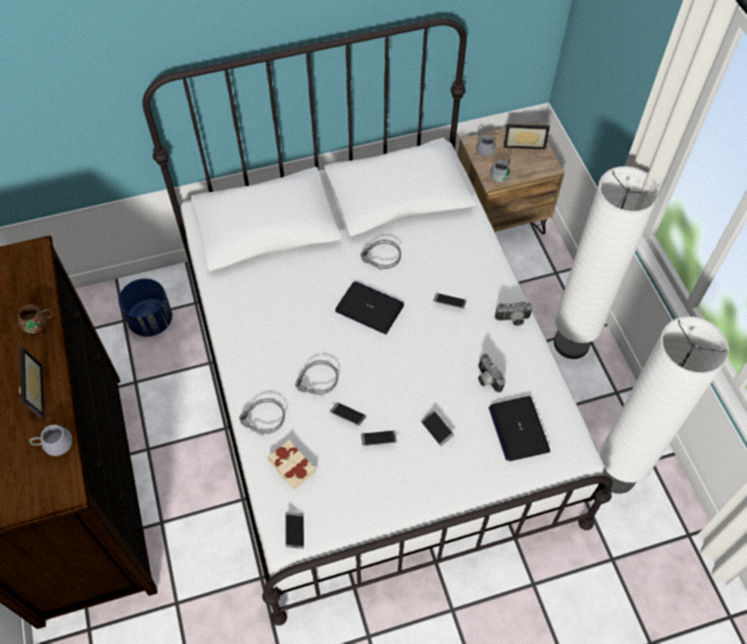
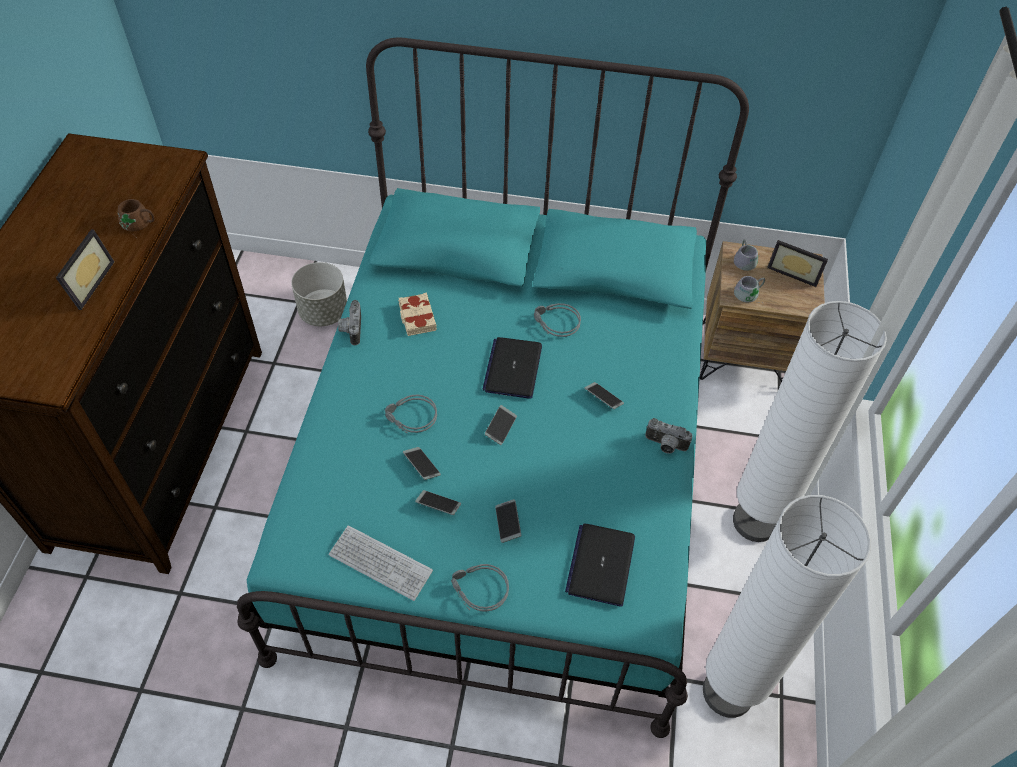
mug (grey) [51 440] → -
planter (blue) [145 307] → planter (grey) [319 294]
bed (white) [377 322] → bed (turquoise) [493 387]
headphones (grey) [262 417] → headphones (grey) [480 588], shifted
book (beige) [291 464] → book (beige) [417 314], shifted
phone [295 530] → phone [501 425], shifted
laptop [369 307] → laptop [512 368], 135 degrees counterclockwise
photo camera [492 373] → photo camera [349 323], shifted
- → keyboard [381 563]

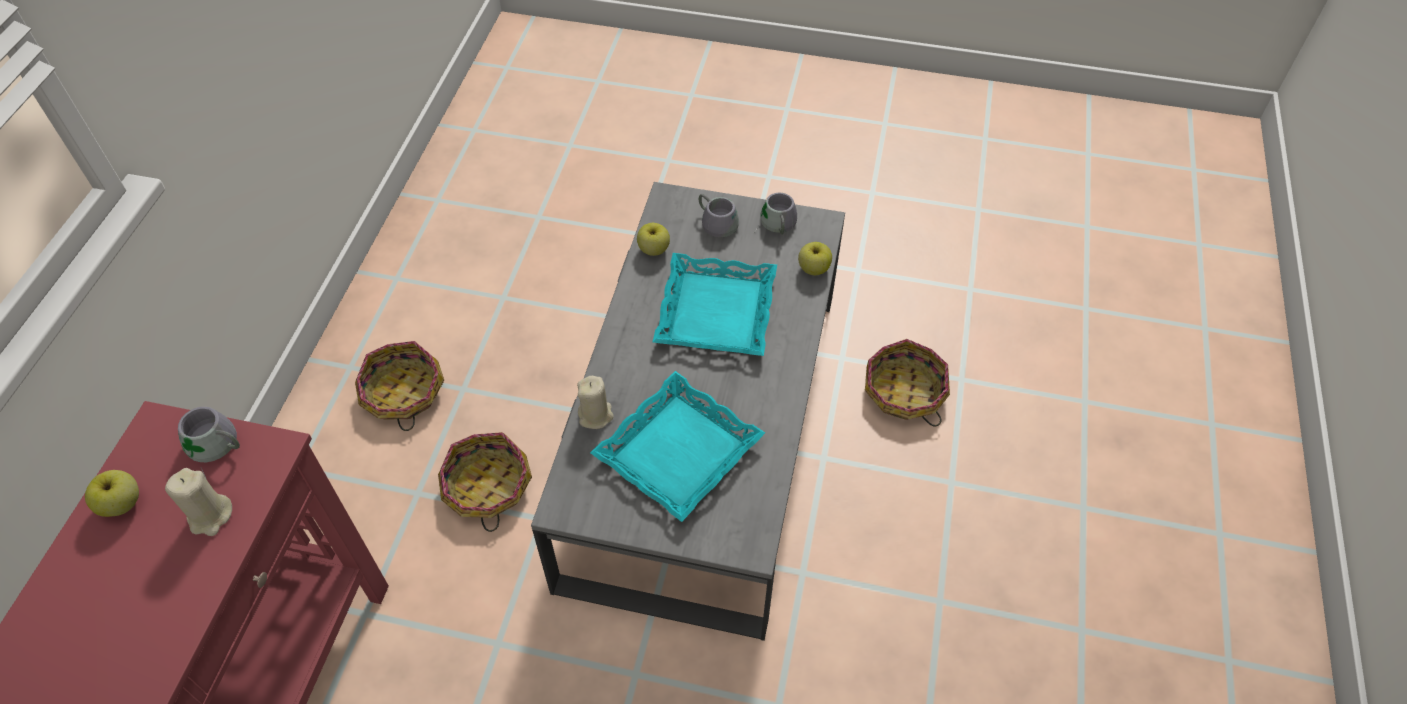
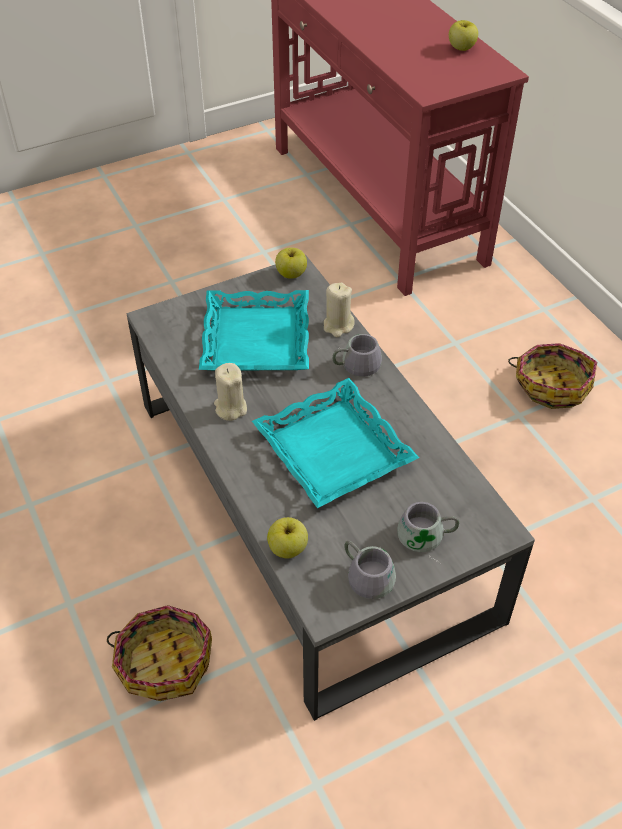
candle (beige) [198 502] → candle (beige) [230 392], shifted
mug (grey) [209 442] → mug (grey) [357 355], shifted
basket [485 482] → -
apple [653 239] → apple [291 262], shifted

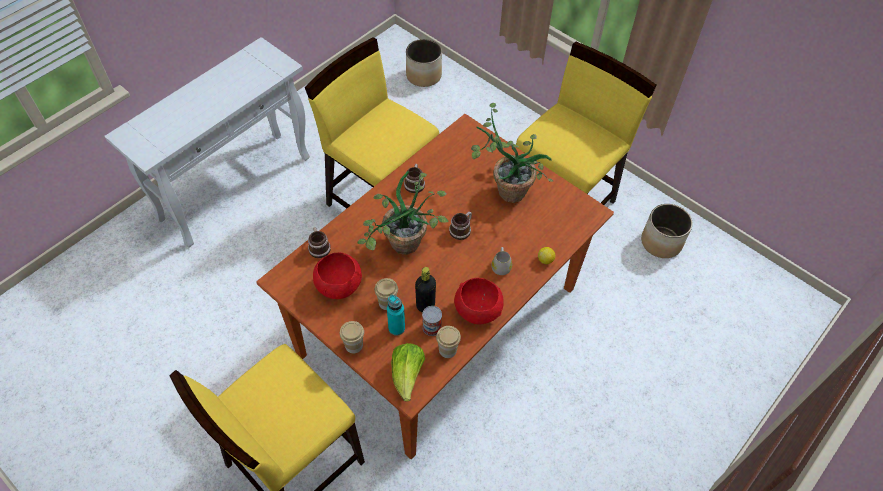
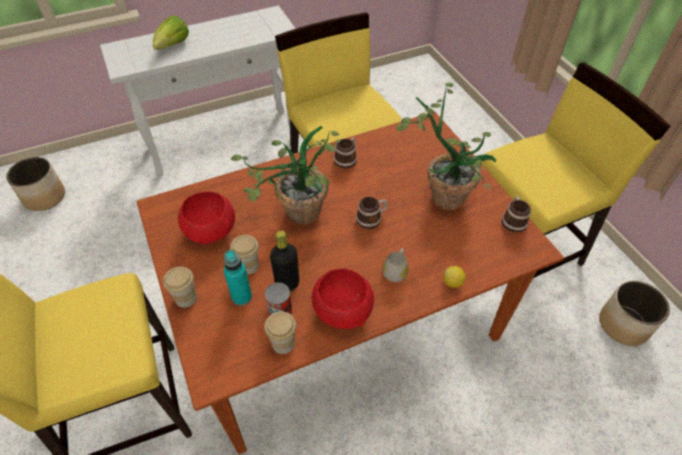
mug [319 242] → mug [516 214], shifted
lettuce [408 372] → lettuce [171 32], shifted
planter [424 63] → planter [35 184], shifted

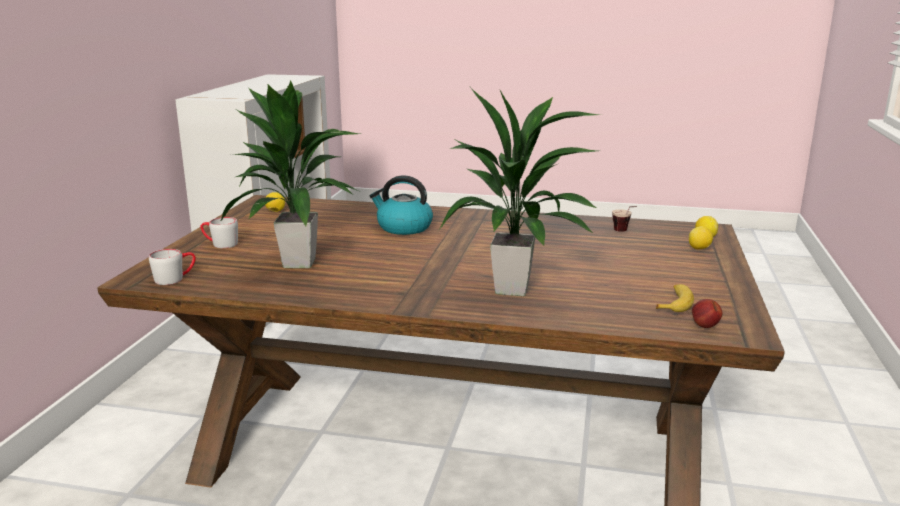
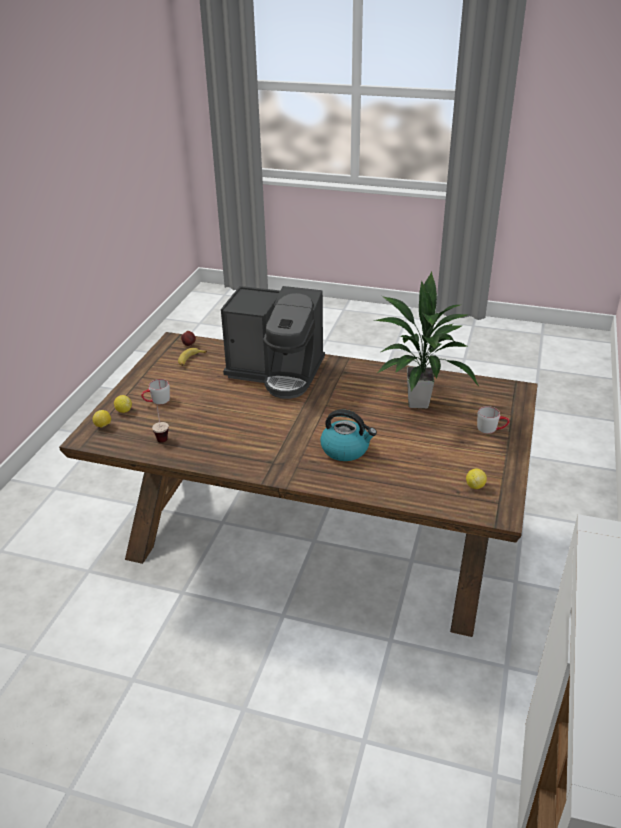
mug (grey) [172 267] → mug (grey) [155 392], shifted
potted plant [519 191] → coffee machine [273 342]

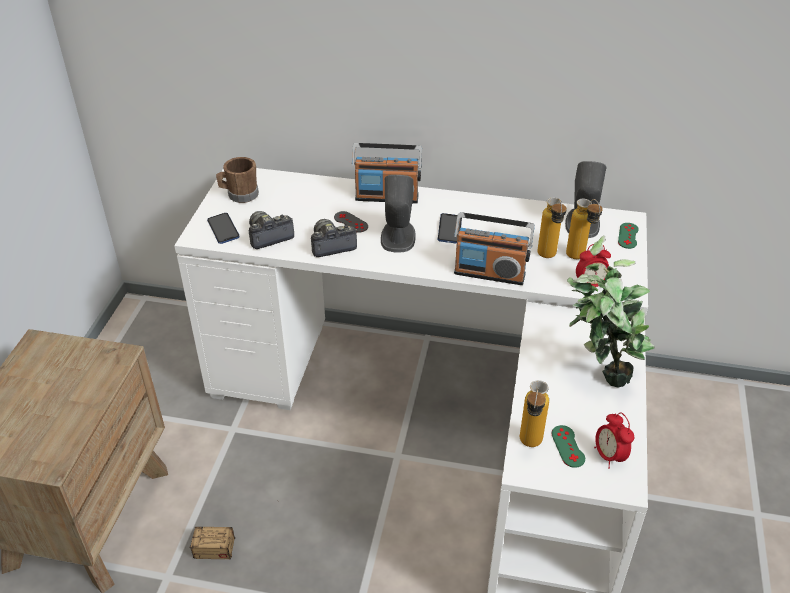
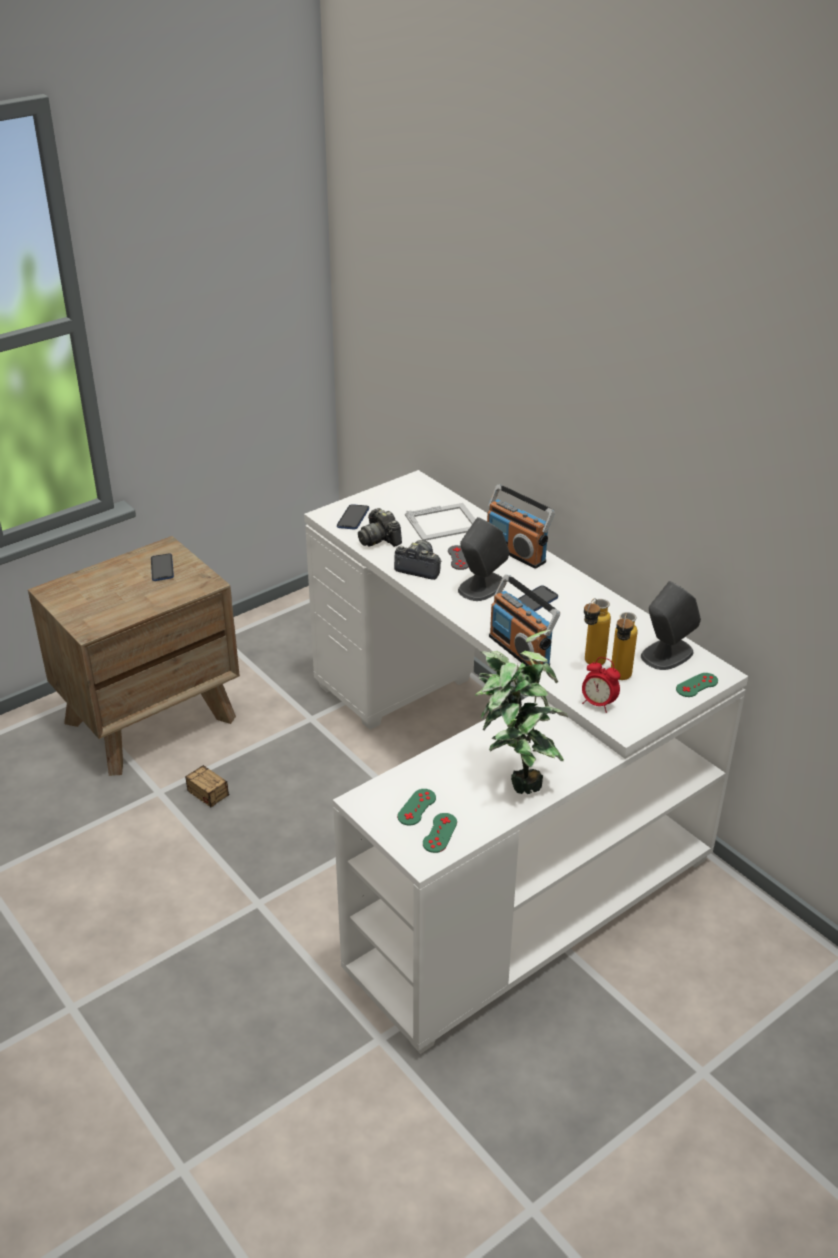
mug (brown) [237 180] → -
photo camera [271 230] → photo camera [380 527], 135 degrees counterclockwise
bottle [534 413] → -
alarm clock [614 440] → game controller (green) [440 833]
- → phone [162 567]
- → picture frame [440 522]

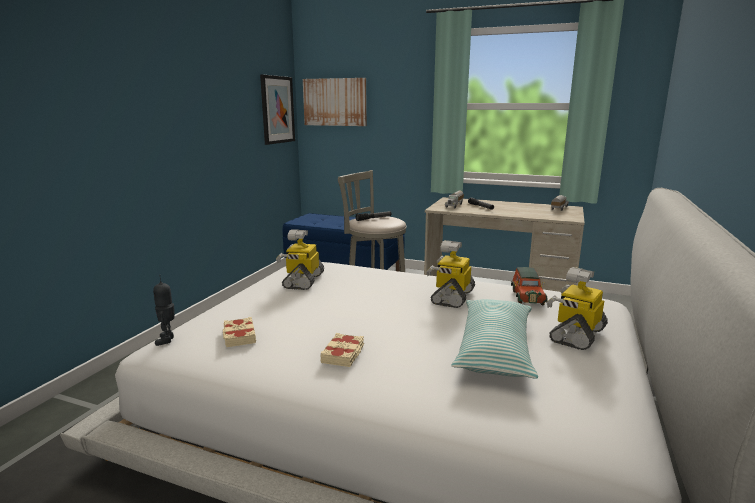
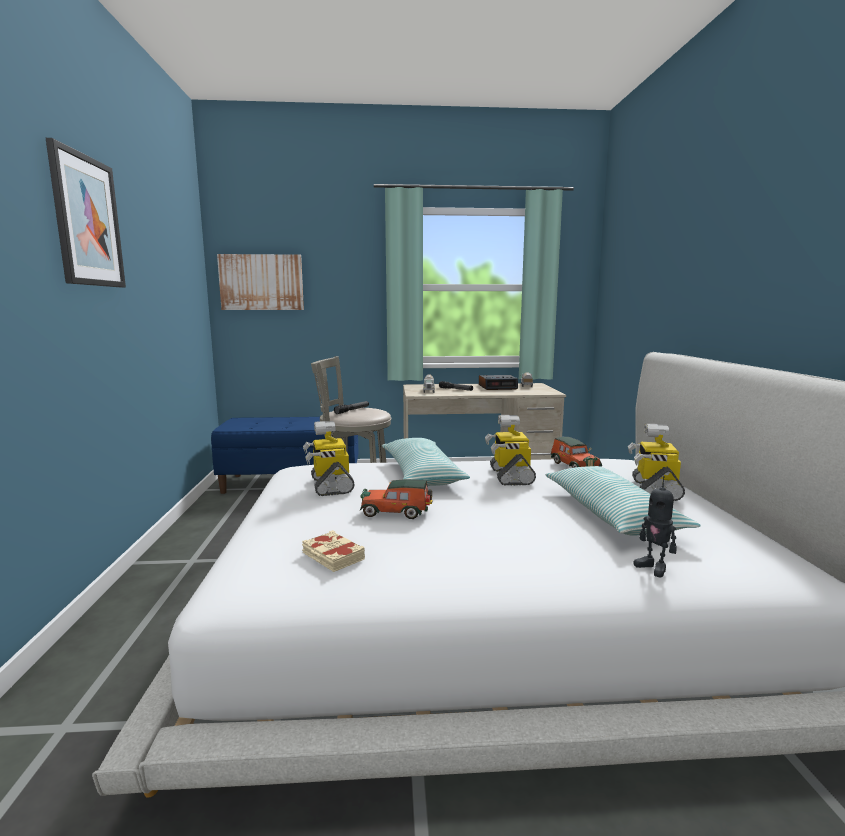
toy robot [164 310] → toy robot [654 527], shifted
picture [277 109] → picture [86 212], shifted
book (beige) [342 350] → -
- → toy car [396 499]
- → pillow [426 462]
- → alarm clock [498 382]

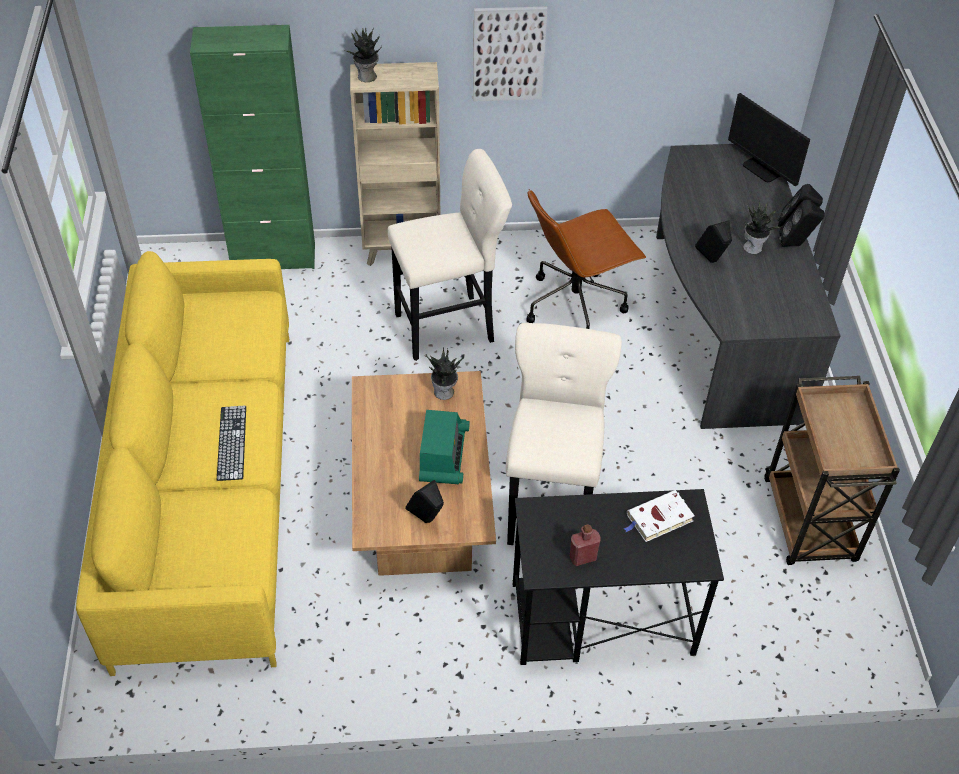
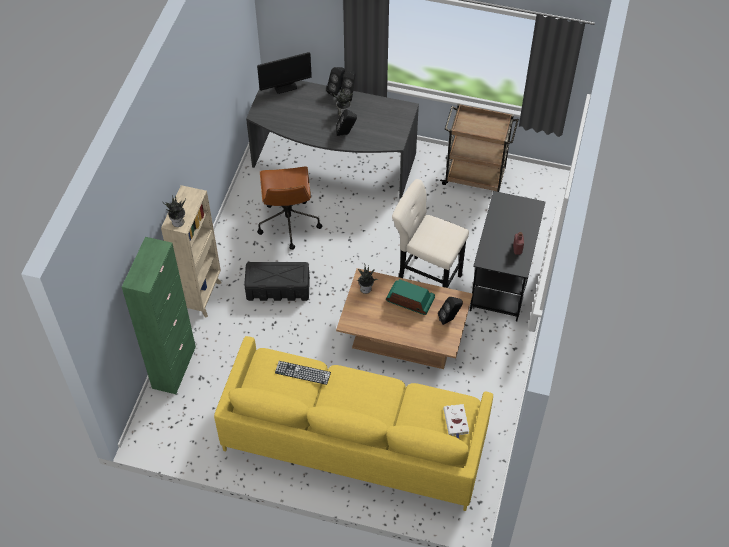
keyboard [231 443] → keyboard [303 373], shifted
stool (beige) [450 255] → storage box (black) [277 281]
picture [510 54] → -
book (white) [659 516] → book (white) [456 421], shifted

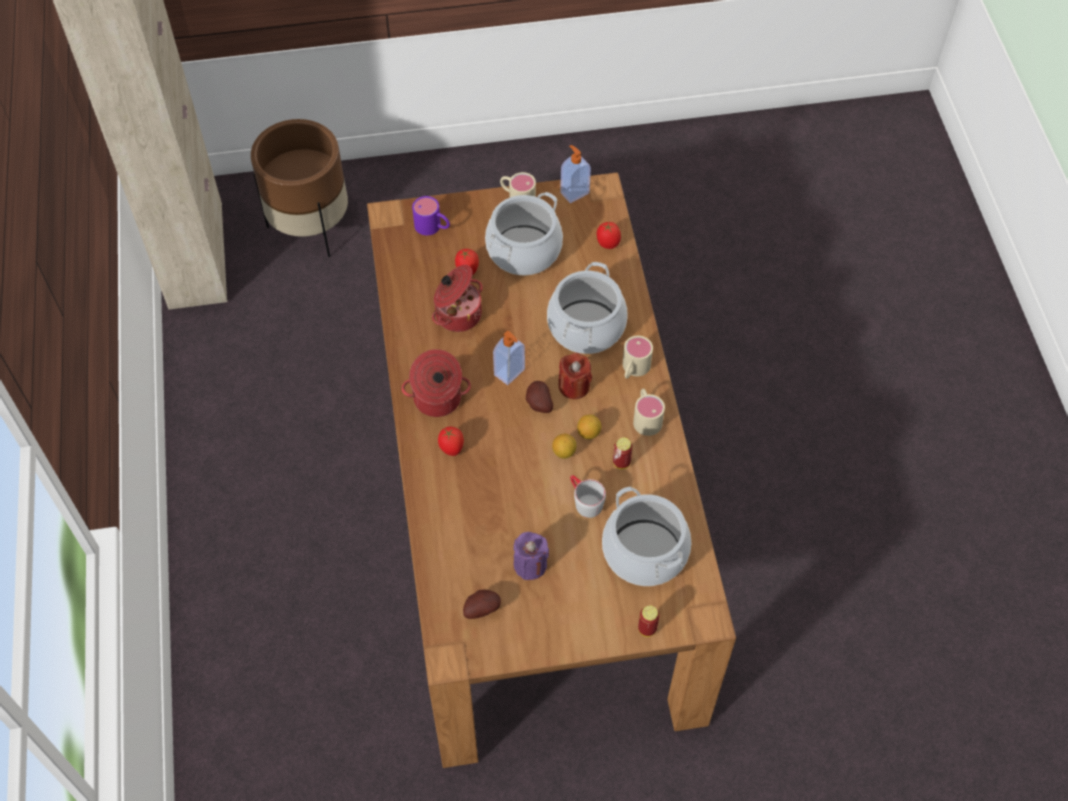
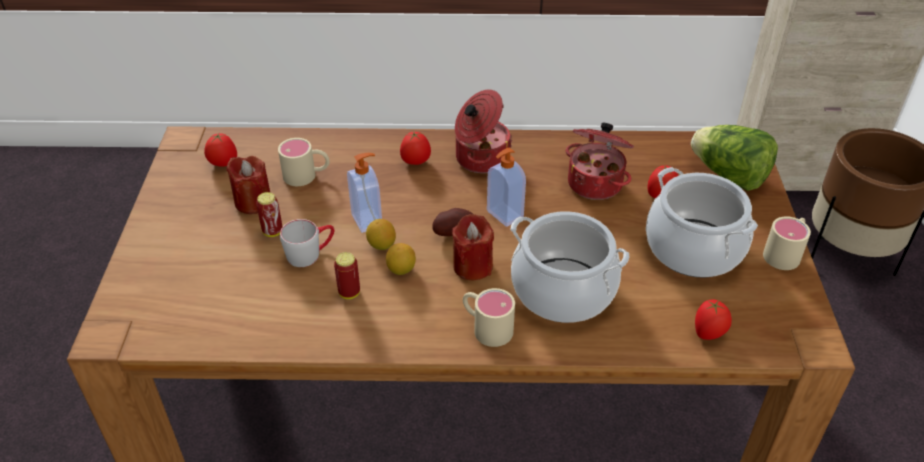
mug (purple) [431 215] → lettuce [734 158]
potato [482 604] → tomato [220 150]
candle (purple) [531 556] → candle (red) [248 185]
soap dispenser [575 174] → soap dispenser [364 193], shifted
cooking pot [646 536] → -
mug (beige) [649 412] → mug (beige) [304 162], shifted
can [649 621] → can [269 214], shifted

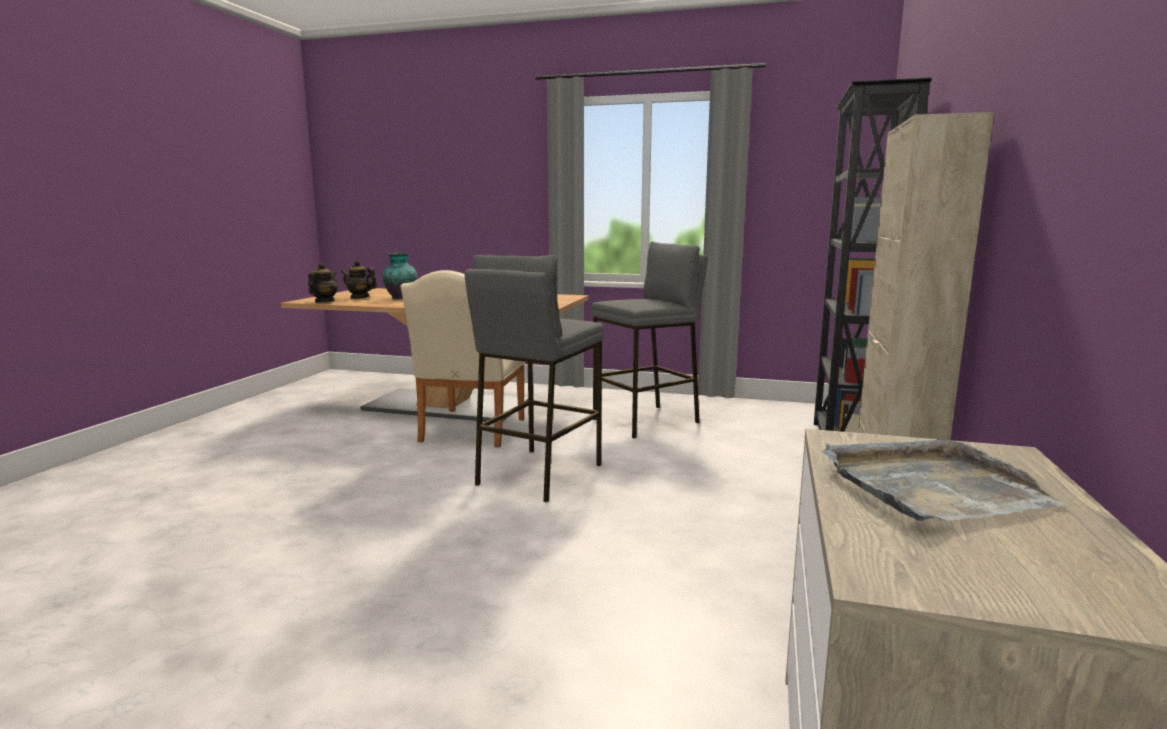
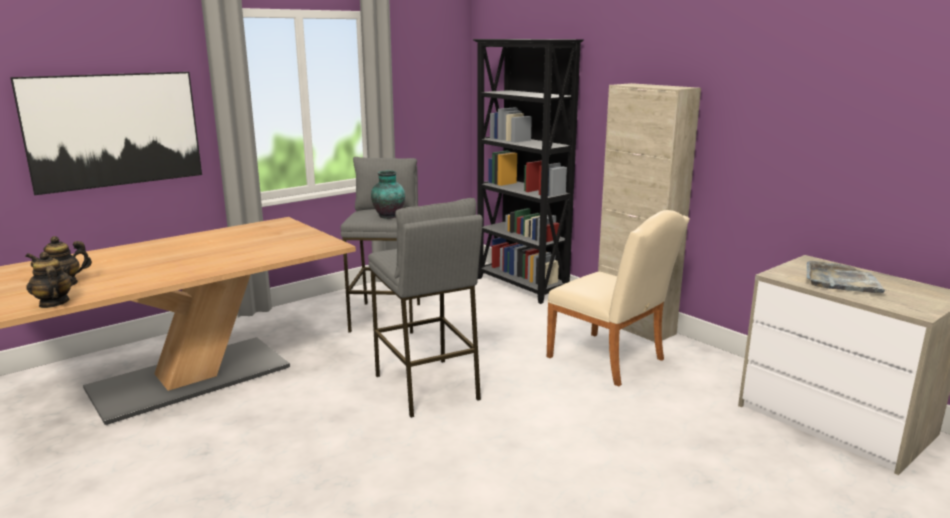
vase [399 276] → vase [388 194], shifted
chair (beige) [462 359] → chair (beige) [618 298], shifted
- → picture [106 133]

